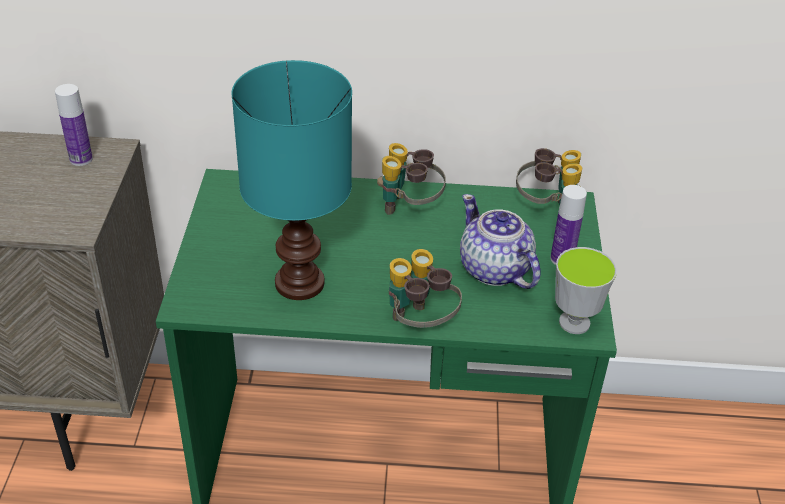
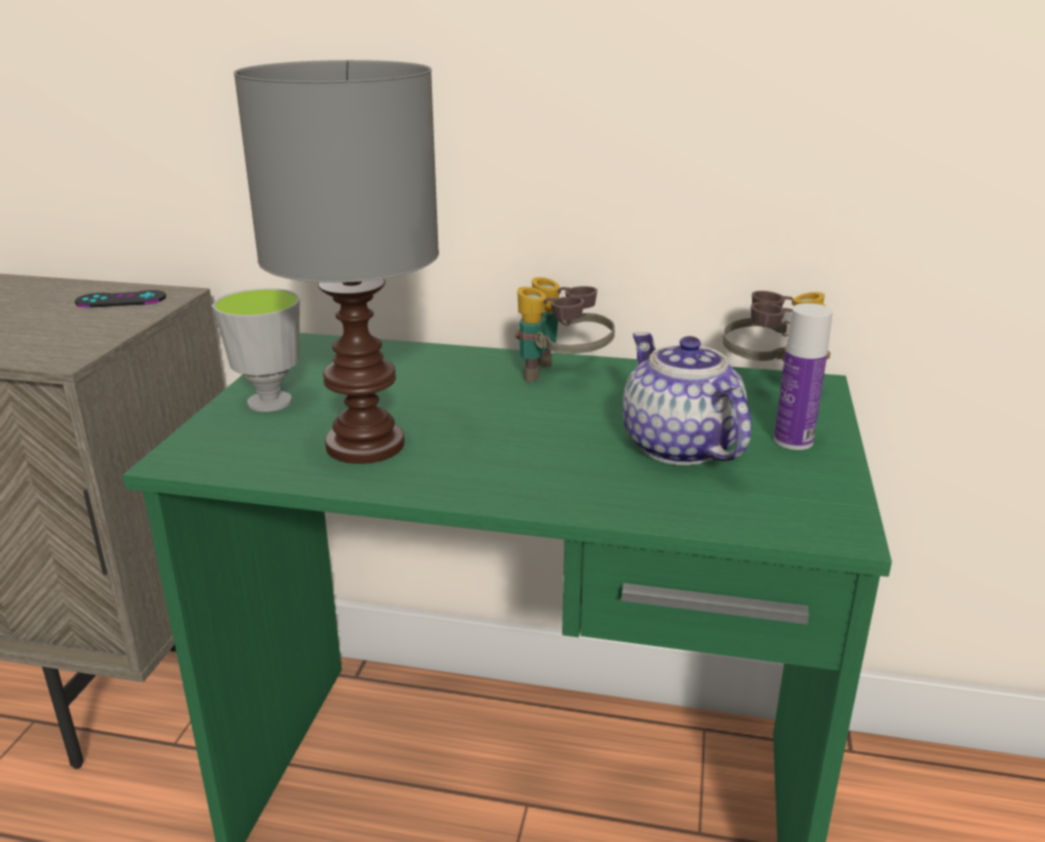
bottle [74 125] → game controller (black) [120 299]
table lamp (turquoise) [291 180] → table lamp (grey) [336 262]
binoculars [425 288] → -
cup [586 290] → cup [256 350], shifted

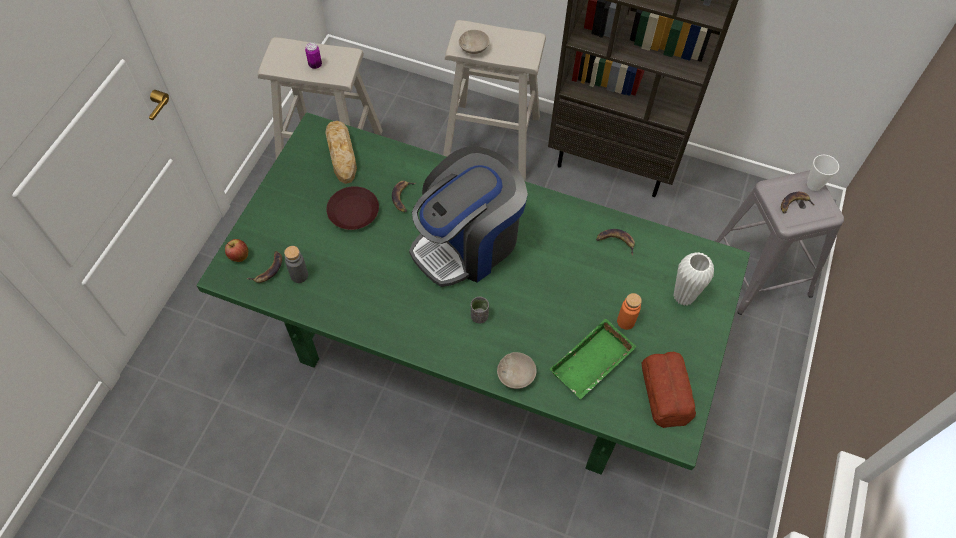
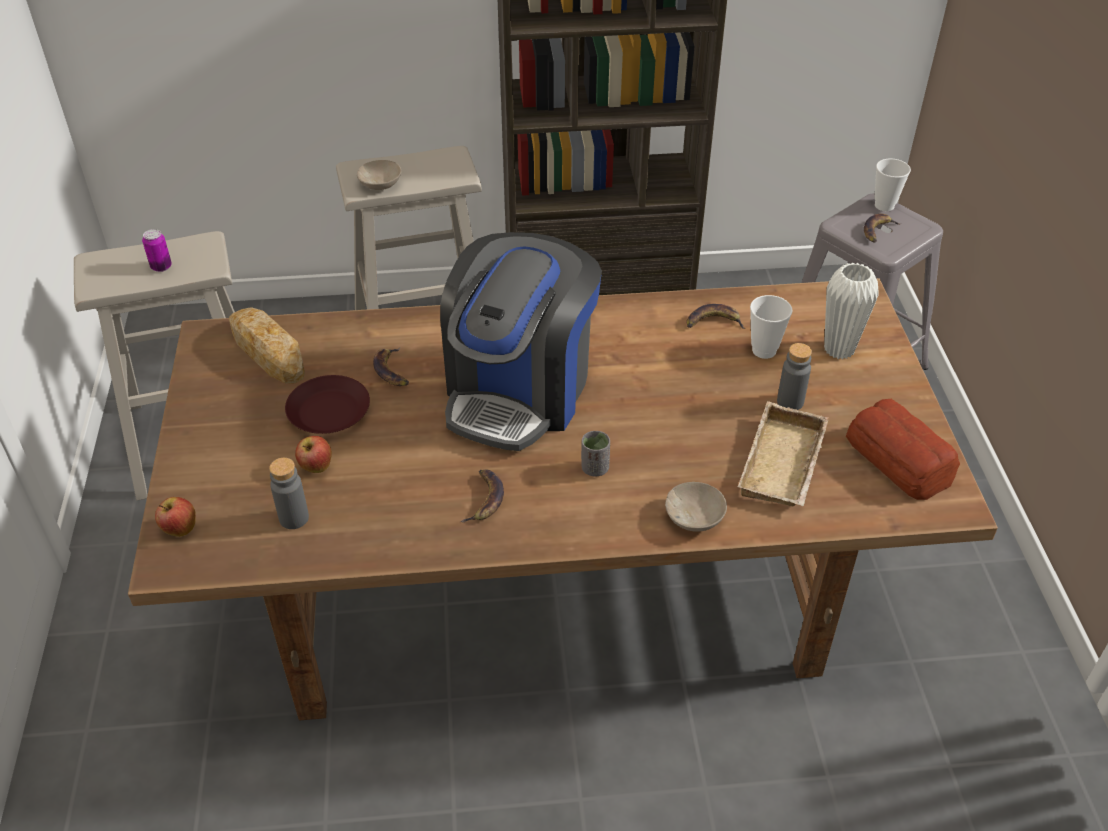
dining table (green) [473 293] → dining table (brown) [563 499]
banana [264 267] → banana [482 496], shifted
tray (green) [593 359] → tray (beige) [783 454]
bottle (orange) [629 311] → bottle (grey) [794 376]
- → apple [313 454]
- → cup [771 327]

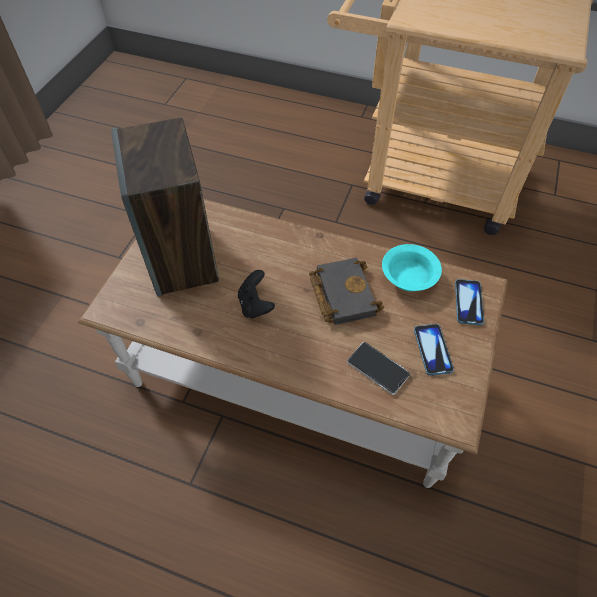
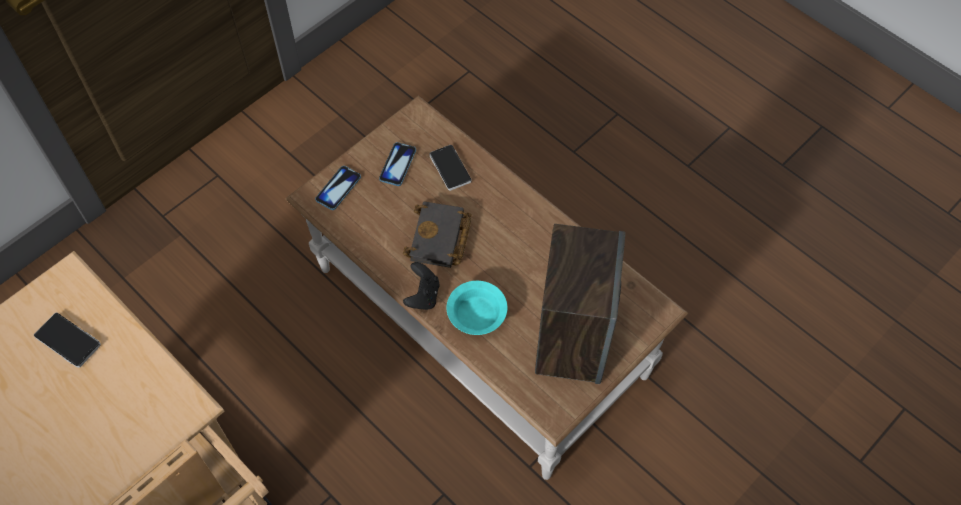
game controller (black) [256 294] → game controller (black) [421 286], shifted
bowl (turquoise) [412 267] → bowl (turquoise) [476 308], shifted
- → phone [67 340]

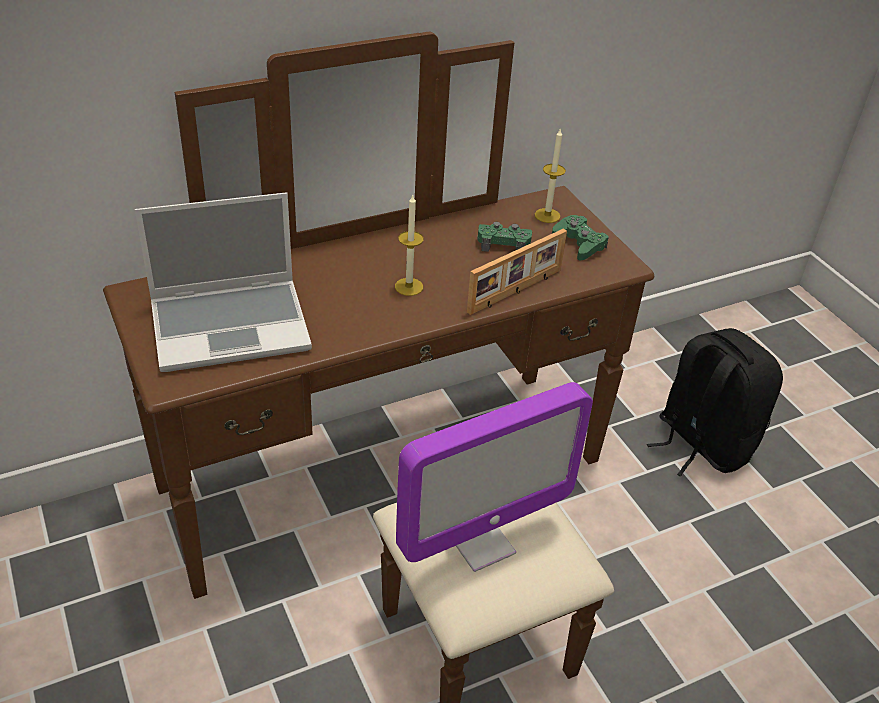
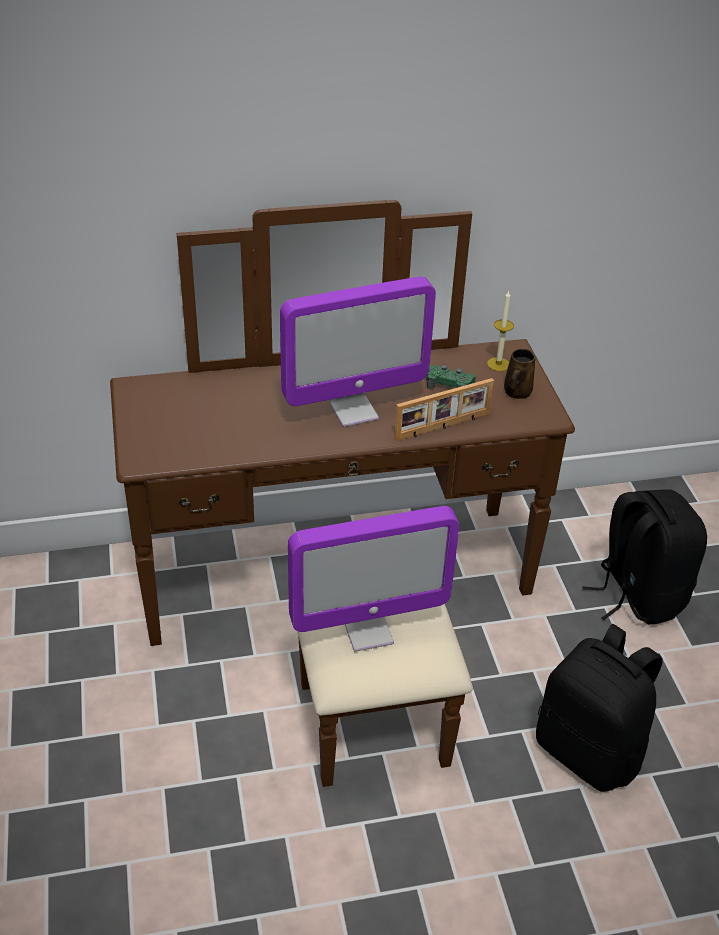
laptop [223 282] → -
candle [409 245] → monitor [358 351]
game controller (green) [580 237] → mug (brown) [520 374]
- → backpack (black) [599 708]

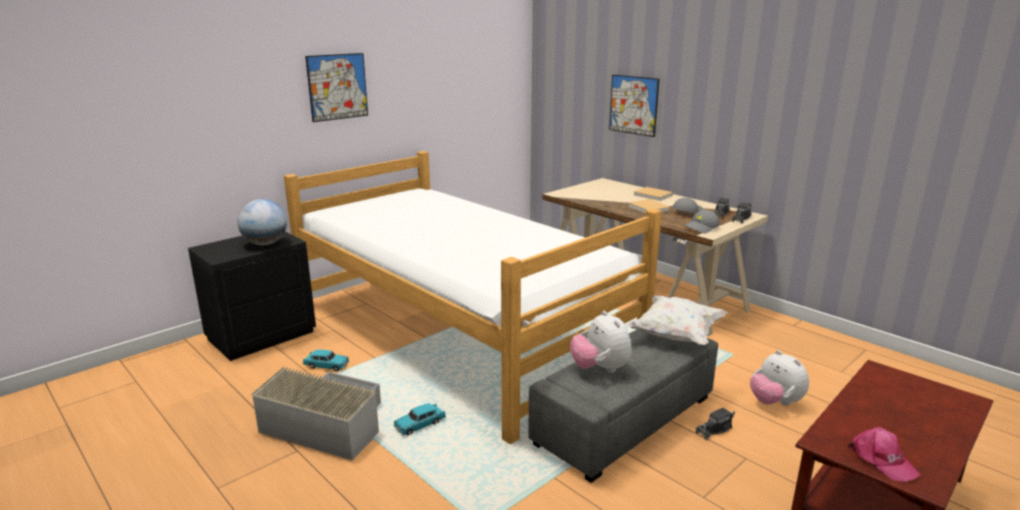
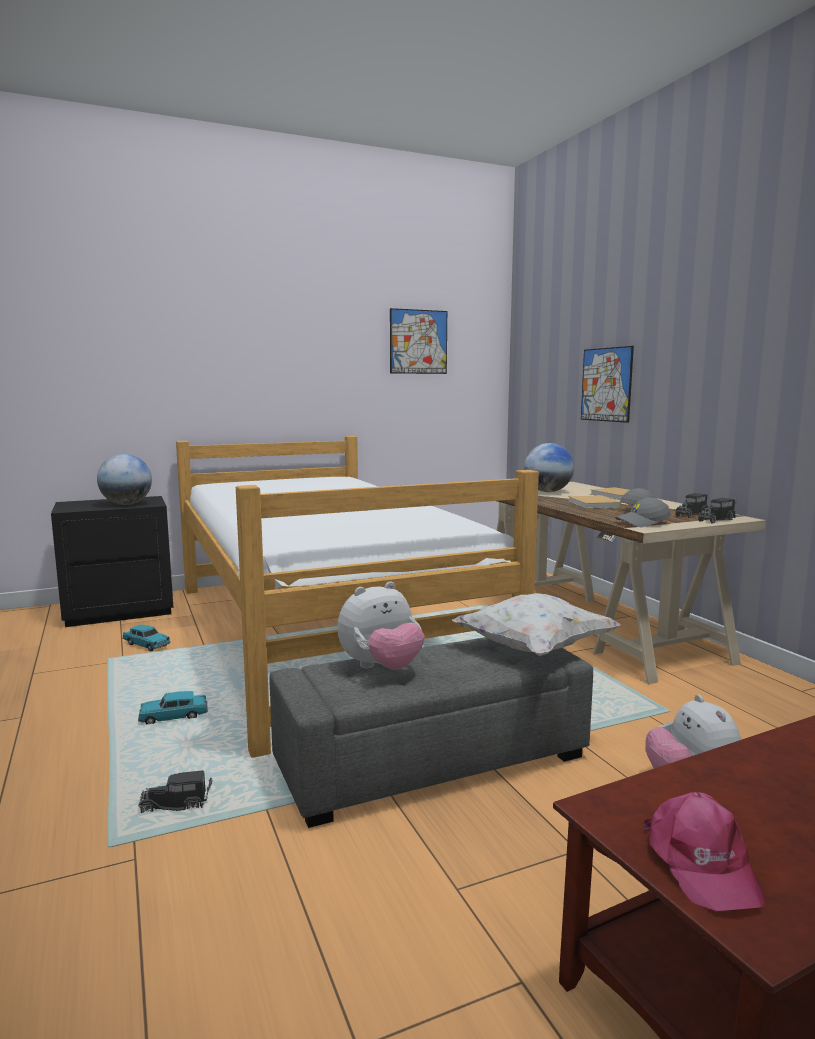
storage box (grey) [316 413] → -
picture [336 87] → picture [418 341], shifted
plush toy [600 342] → plush toy [380 626], 120 degrees counterclockwise
toy truck [715 424] → toy truck [175 791], shifted
- → globe [549 467]

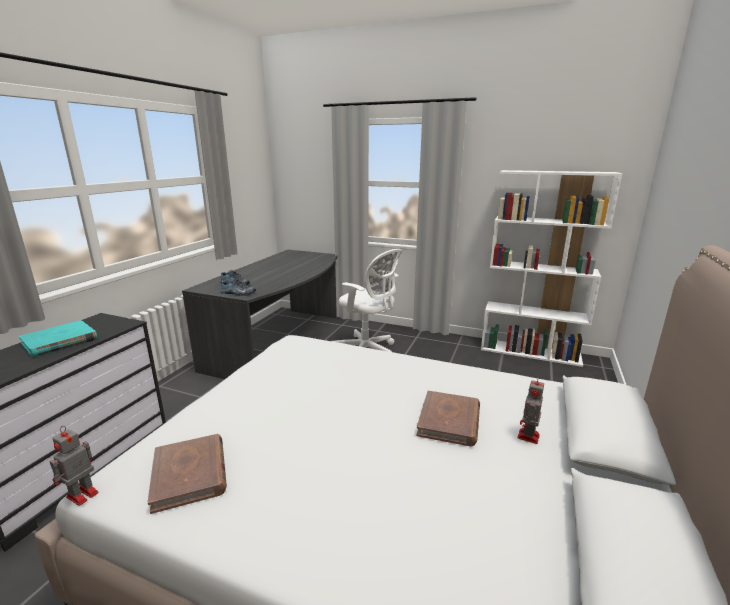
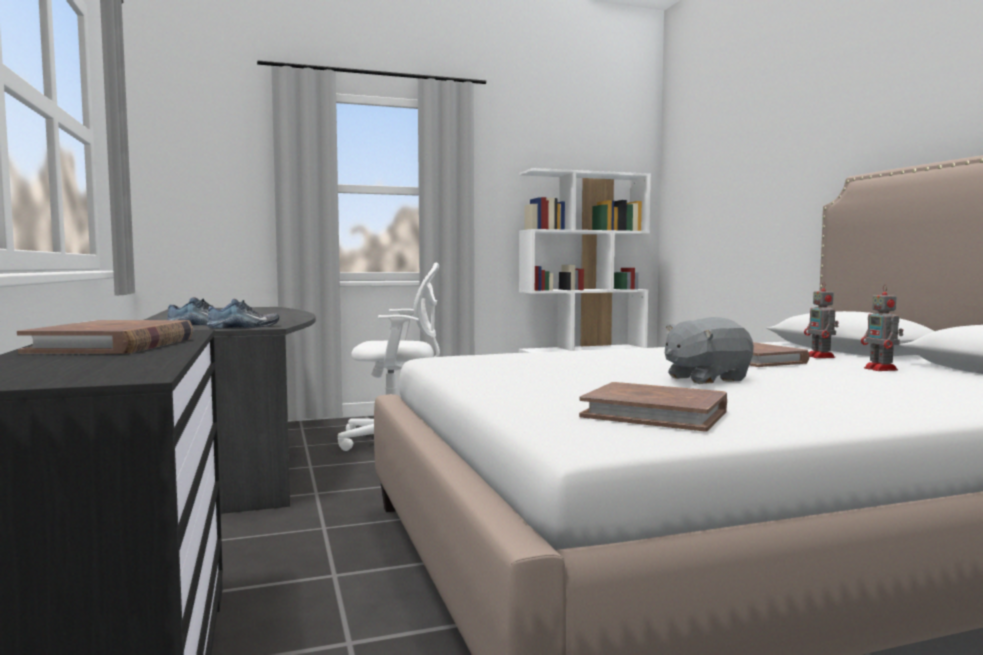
book (turquoise) [58 338] → book (brown) [105 337]
toy robot [74 466] → toy robot [882 328], shifted
- → plush toy (grey) [709 350]

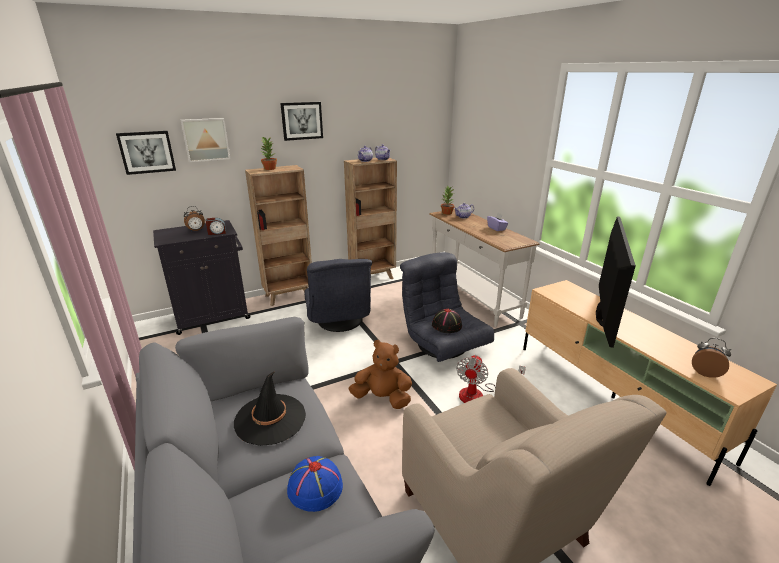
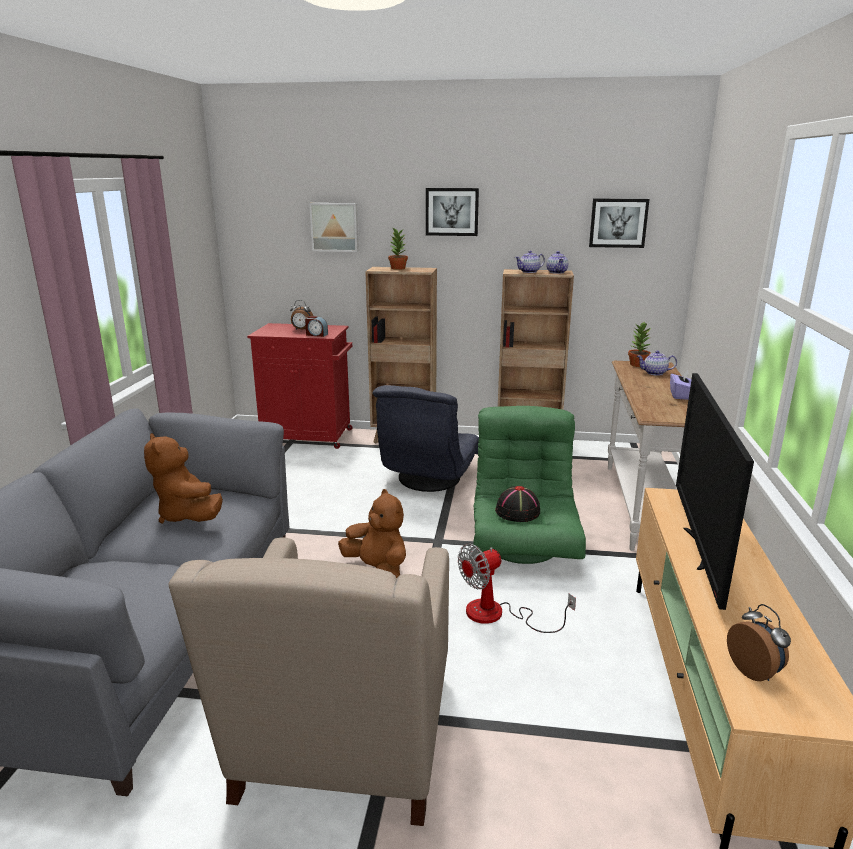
picture [146 153] → picture [619 223], shifted
cabinet (black) [201 277] → cabinet (red) [299 386]
hat (black) [270 408] → plush toy (brown) [183 478]
hat (blue) [315 484] → -
armchair (grey) [447 307] → armchair (green) [529 485]
television [616 282] → television [715 491], 135 degrees clockwise

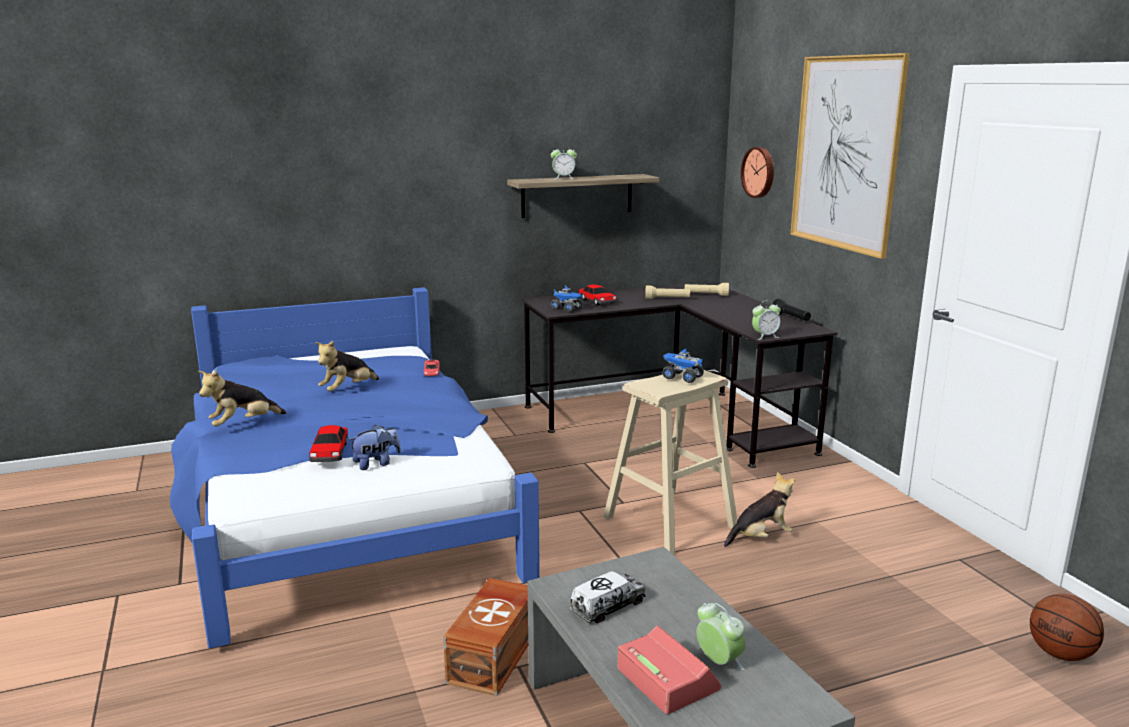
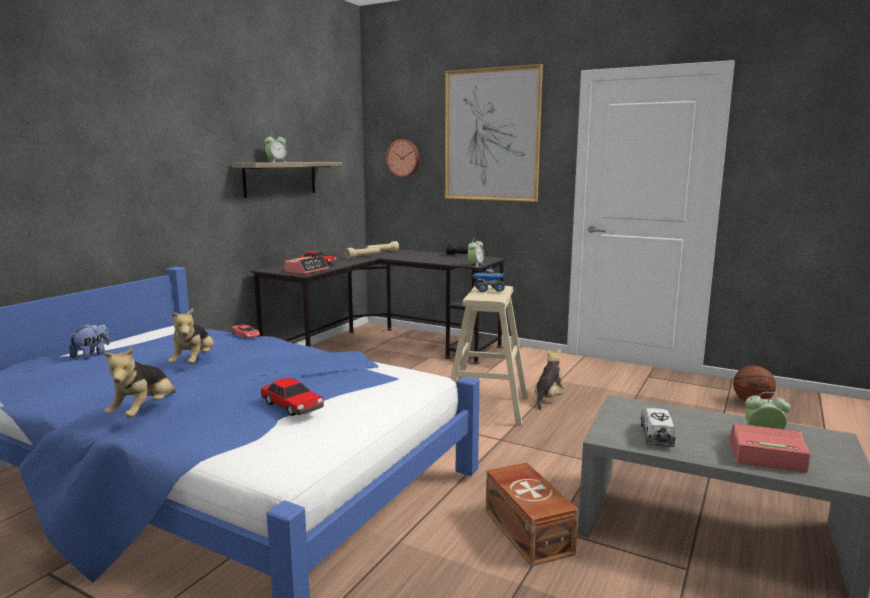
plush toy [374 447] → plush toy [89 342], shifted
toy truck [567 298] → alarm clock [307 265]

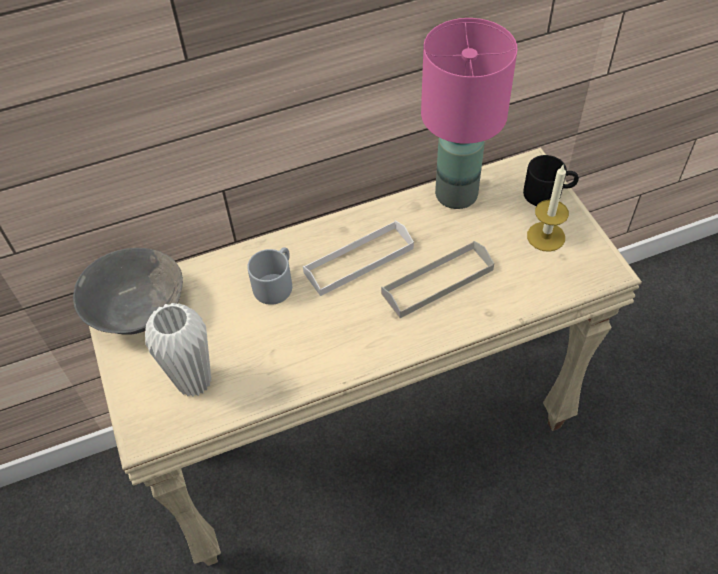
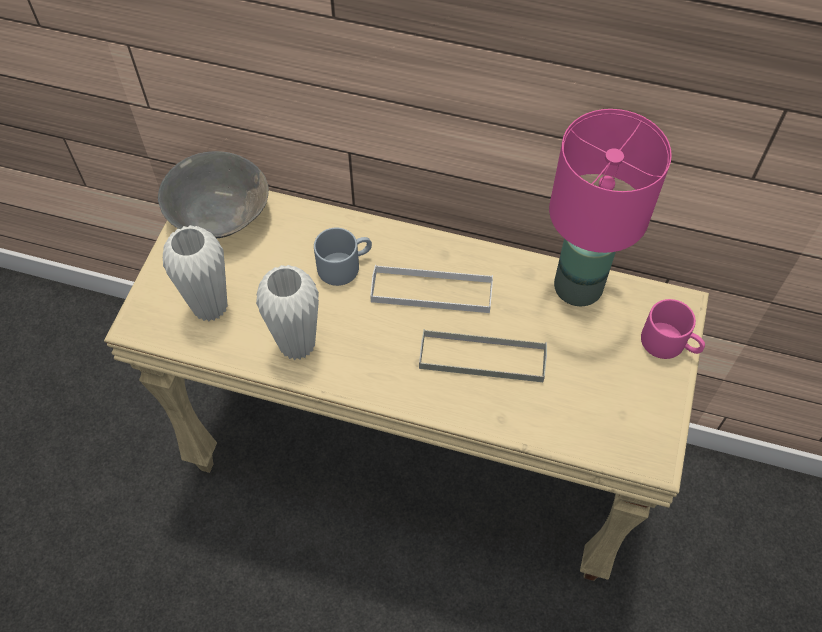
mug (black) [551 180] → mug (pink) [673 329]
candle [548 208] → -
- → vase (white) [287 312]

